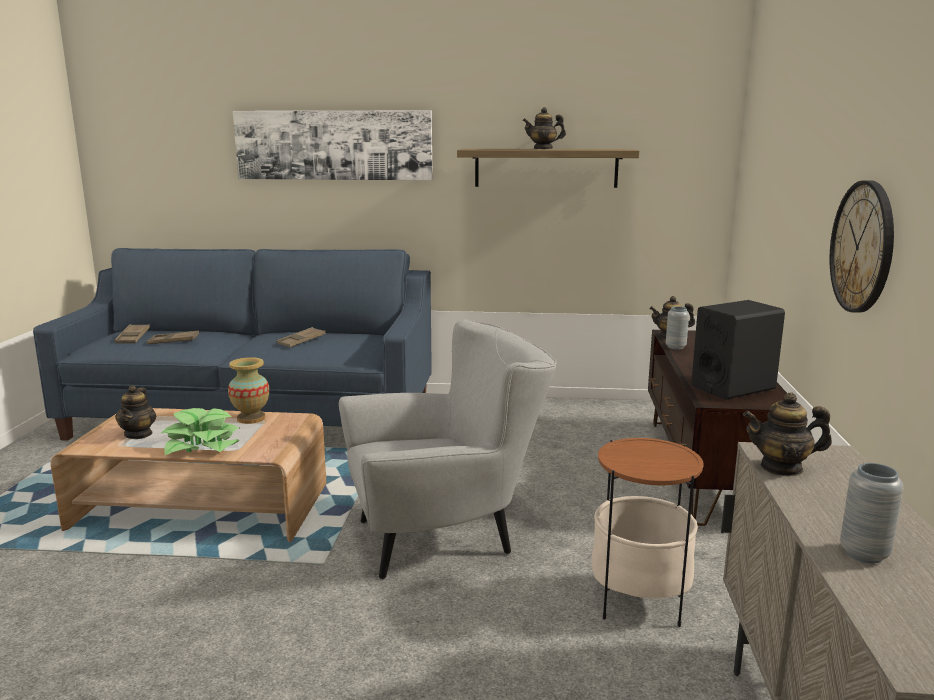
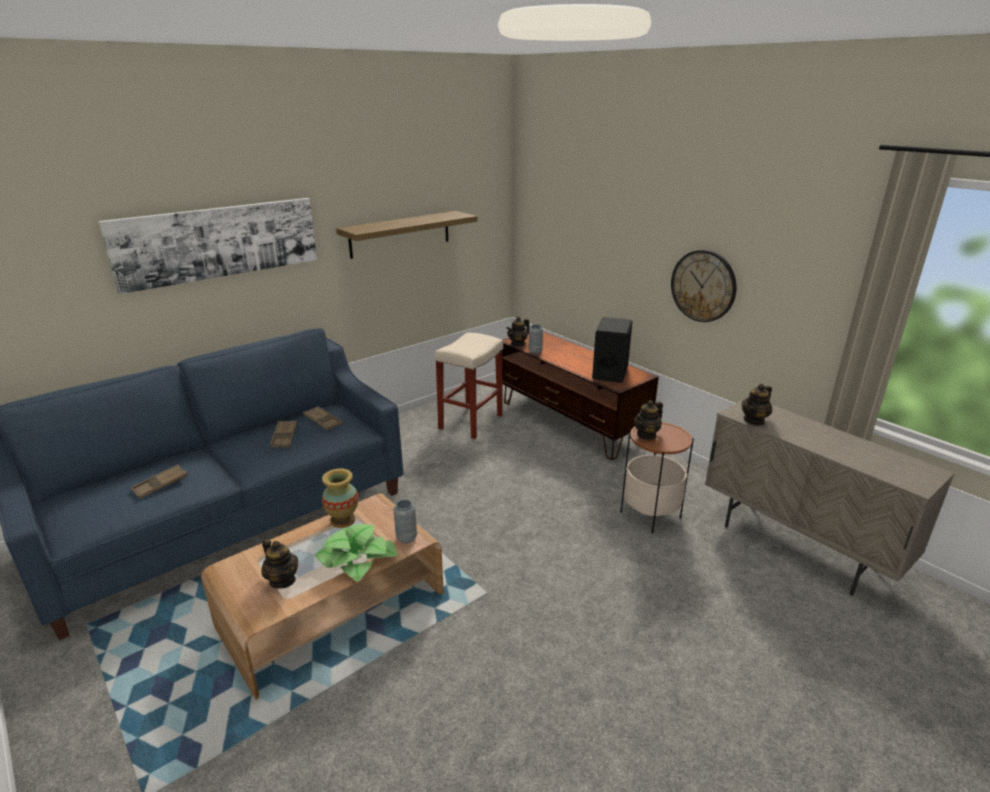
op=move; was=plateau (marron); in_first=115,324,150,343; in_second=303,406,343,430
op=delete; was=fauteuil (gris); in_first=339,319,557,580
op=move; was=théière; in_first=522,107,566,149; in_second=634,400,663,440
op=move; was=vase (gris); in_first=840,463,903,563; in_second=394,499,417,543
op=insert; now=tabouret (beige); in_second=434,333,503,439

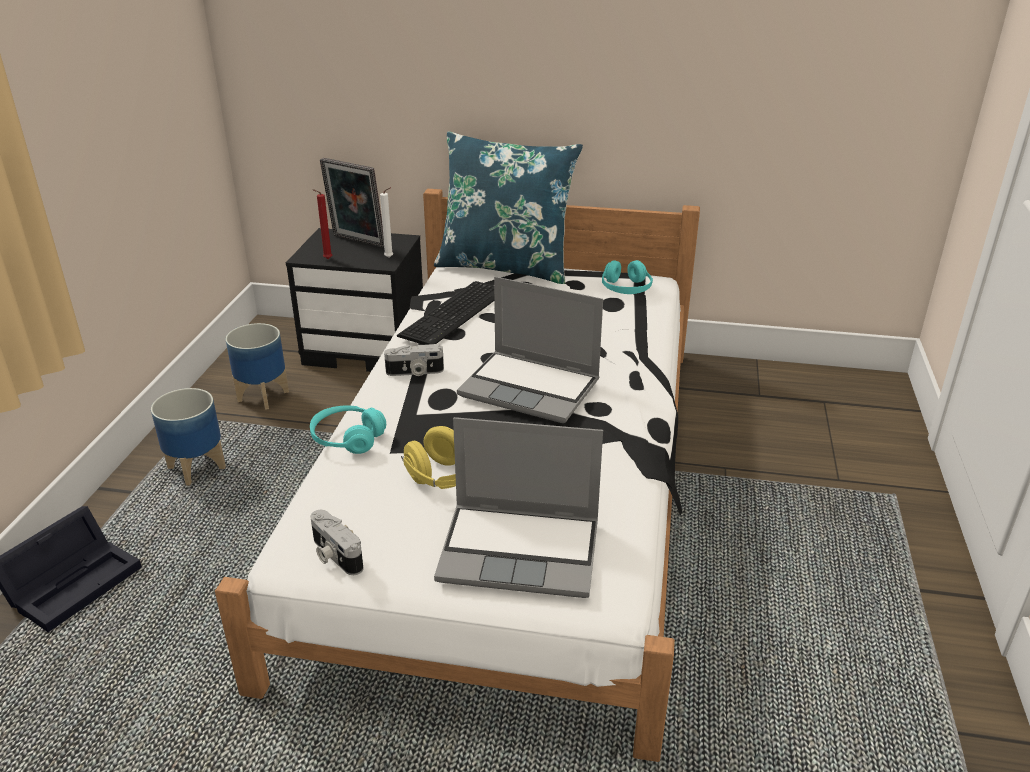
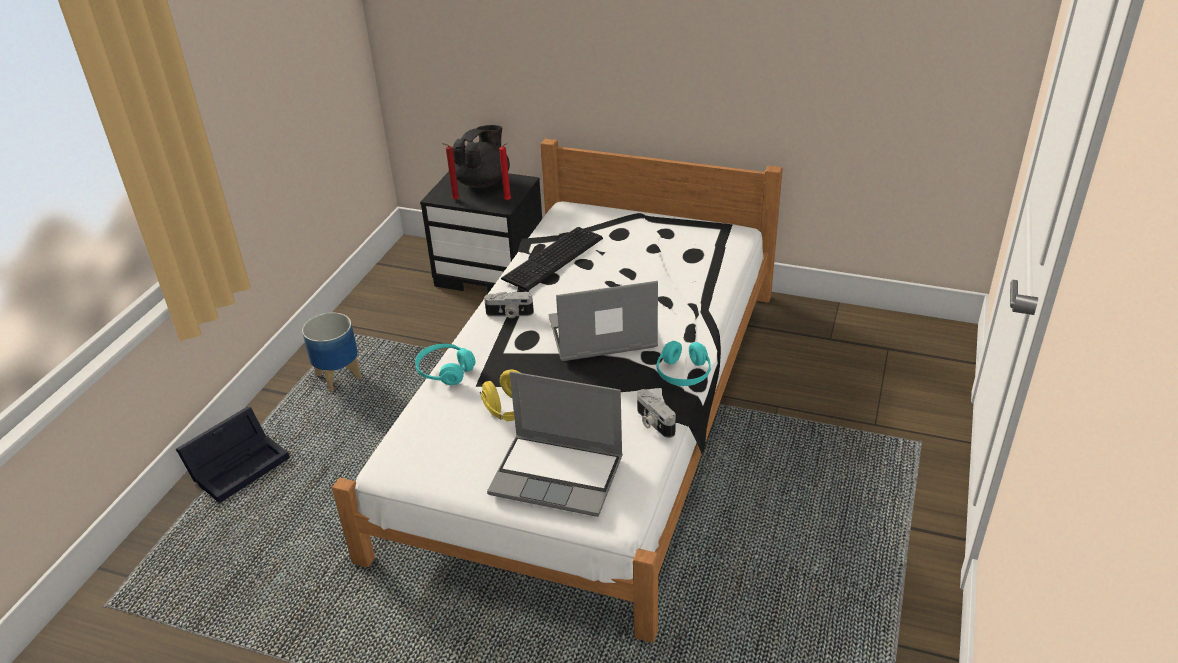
op=delete; was=cache-pot; in_first=226,323,289,410
op=move; was=appareil photo; in_first=310,510,364,575; in_second=637,389,676,438
op=replace; was=cadre photo; now=théière (noir); in_first=320,158,384,247; in_second=453,125,510,188
op=recolor; was=bougie (blanc); now=bougie (rouge); in_first=380,188,393,258; in_second=499,143,511,201
op=delete; was=coussin (bleu); in_first=434,131,583,284
op=rotate; was=ordinateur portable; in_first=457,277,603,423; in_second=549,281,658,361; clockwise=135
op=move; was=casque audio (turquoise); in_first=602,260,653,294; in_second=656,341,711,386

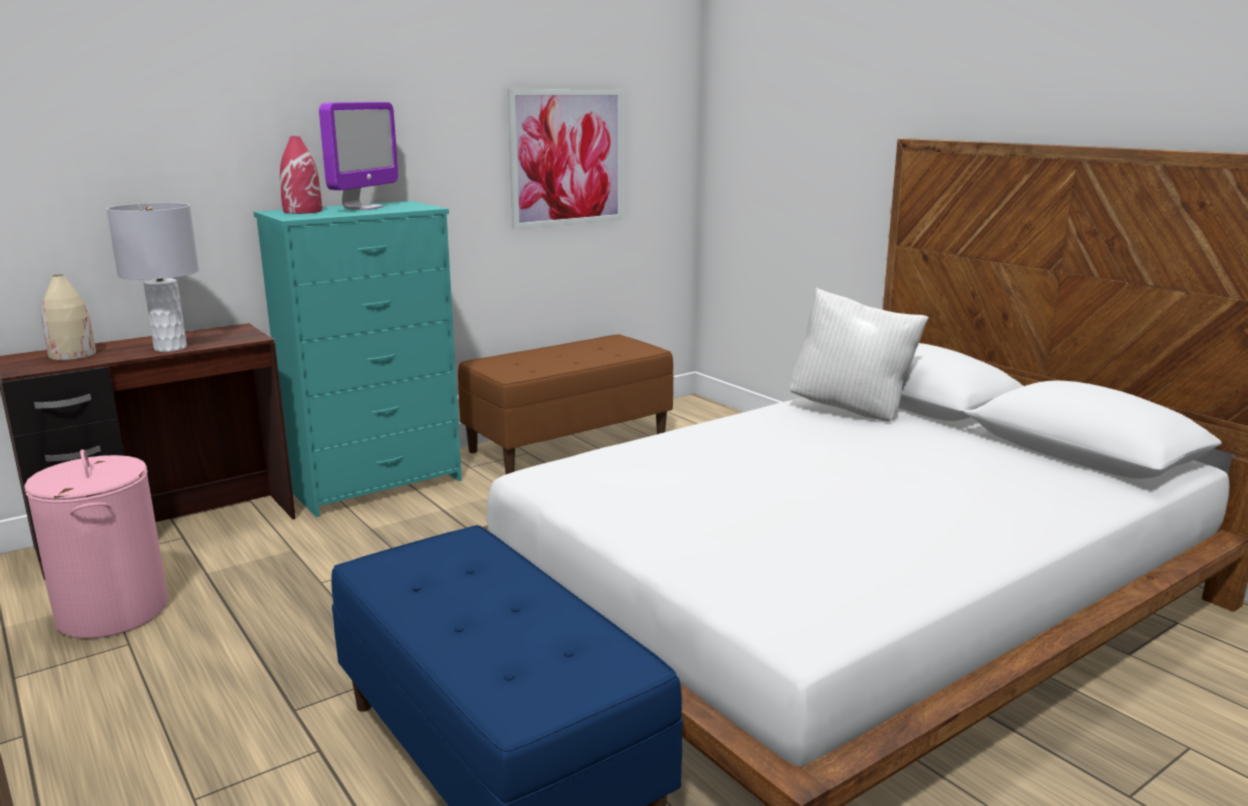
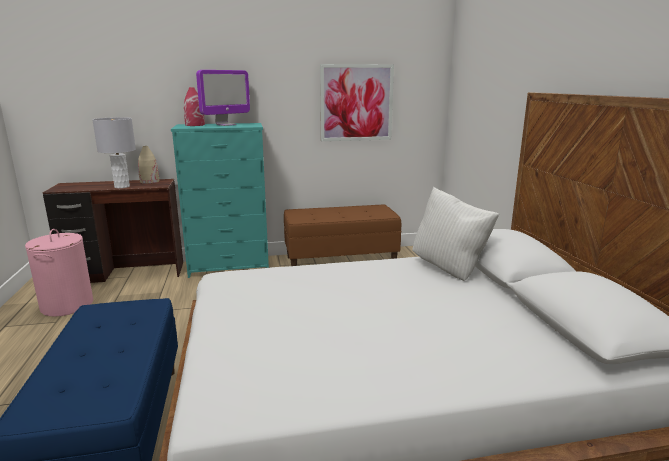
op=move; was=vase (beige); in_first=42,275,96,360; in_second=138,146,160,184

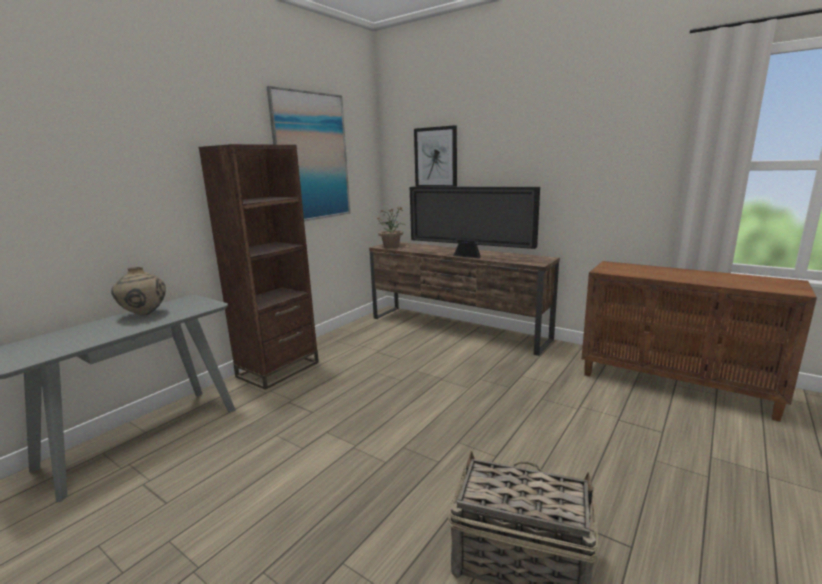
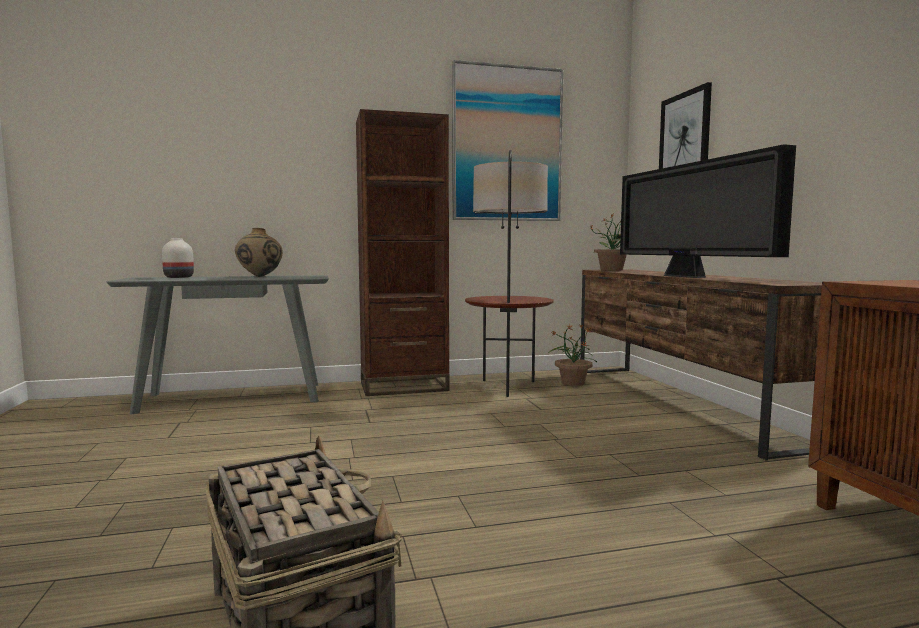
op=insert; now=vase (blanc); in_second=162,238,194,278
op=insert; now=lampadaire; in_second=465,150,554,397
op=insert; now=plante en pot; in_second=548,324,597,386

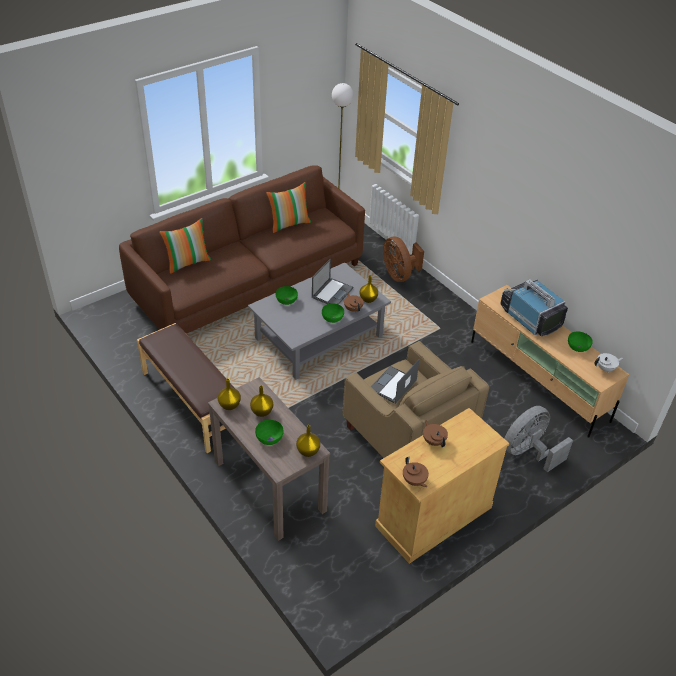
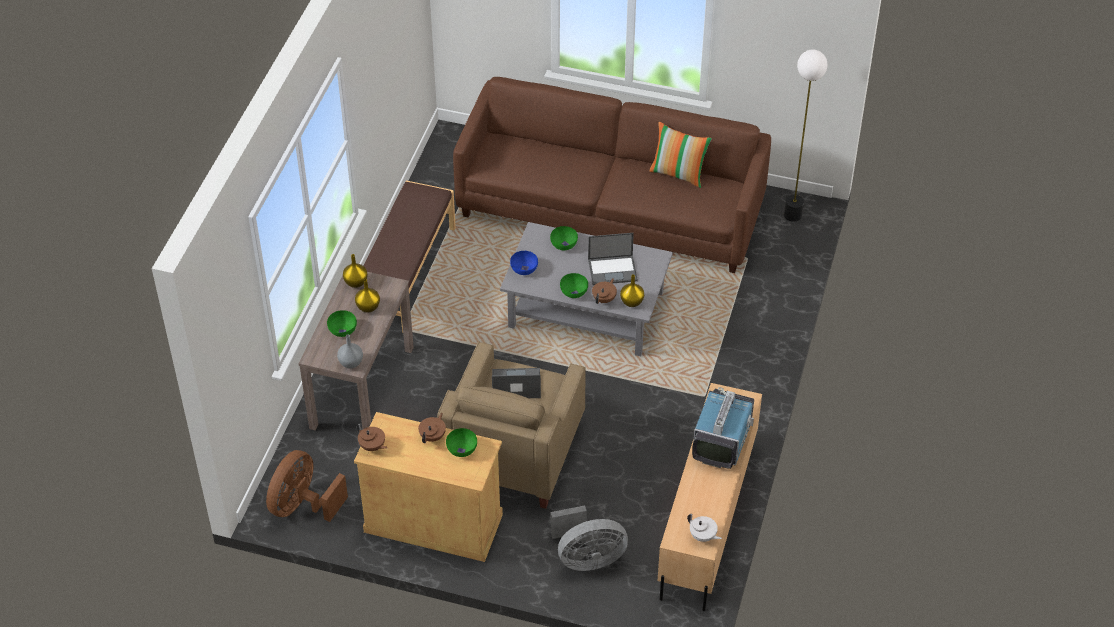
op=delete; was=coussin; in_first=160,218,211,274
op=recolor; was=vase (jaune); now=vase (gris); in_first=296,425,320,457; in_second=337,335,363,369
op=move; was=ventilateur (marron); in_first=383,237,424,282; in_second=266,450,348,522
op=rotate; was=théière (marron); in_first=403,457,429,487; in_second=357,424,388,451; clockwise=-75
op=rotate; was=ventilateur (gris); in_first=504,406,573,472; in_second=551,505,628,571; clockwise=150
op=move; was=bol (vert); in_first=568,331,593,352; in_second=446,428,477,457
op=insert; now=bol (bleu); in_second=510,251,538,275

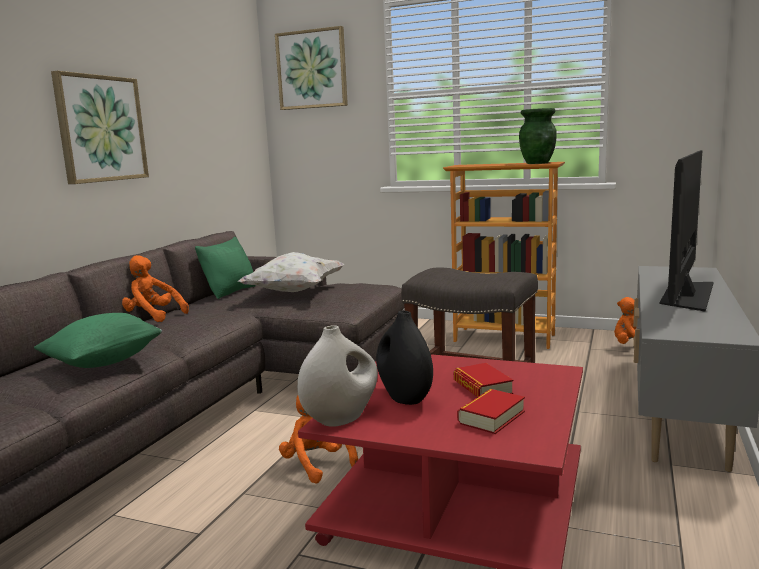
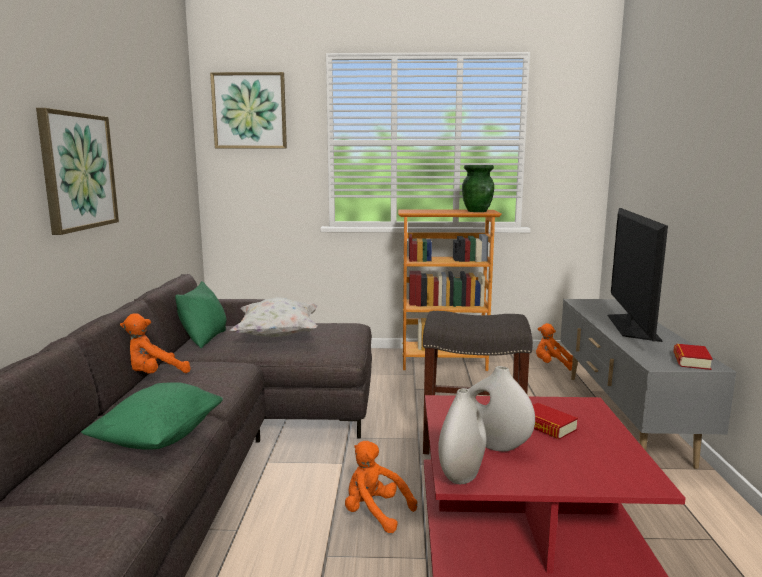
op=rotate; was=peluche (orange); in_first=122,255,189,322; in_second=120,313,191,374; clockwise=-45
op=recolor; was=vase (noir); now=vase (blanc); in_first=376,310,433,405; in_second=468,366,535,452
op=move; was=livre; in_first=457,389,525,434; in_second=673,344,713,370

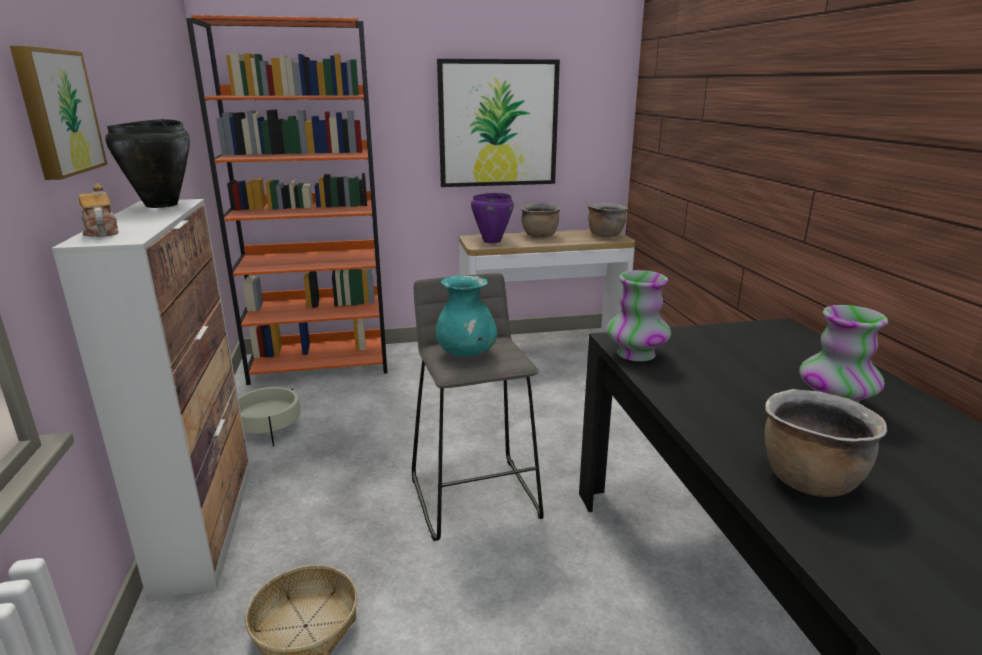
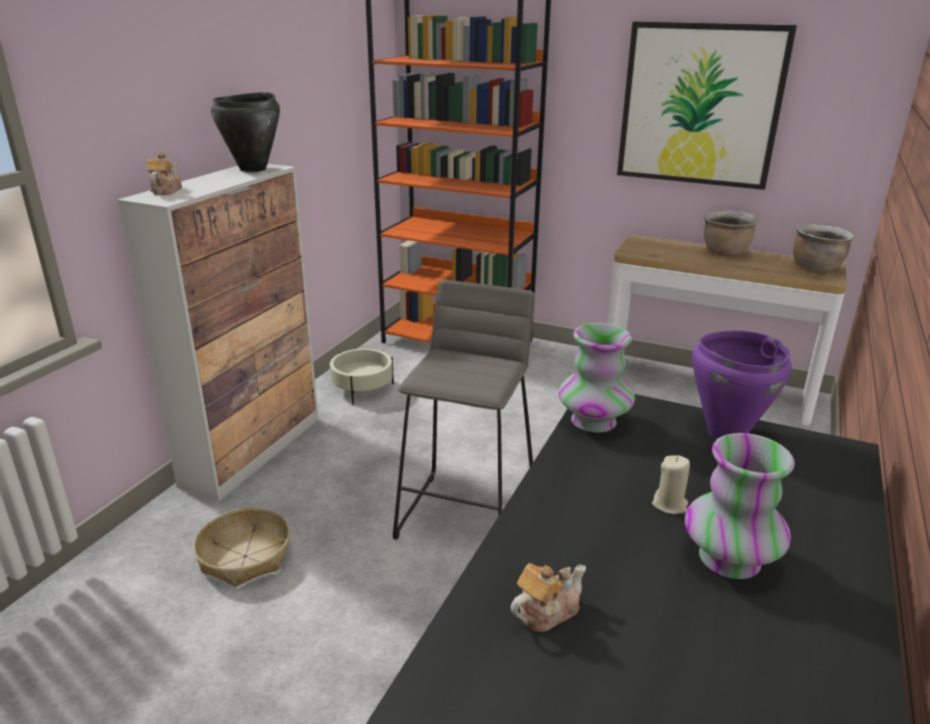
op=delete; was=tableau; in_first=10,46,107,180
op=delete; was=vase (turquoise); in_first=435,275,498,357
op=move; was=marmite (violet); in_first=471,193,514,244; in_second=692,331,792,439
op=replace; was=marmite (marron); now=théière; in_first=765,389,887,497; in_second=510,563,586,632
op=insert; now=bougie (beige); in_second=652,455,690,514

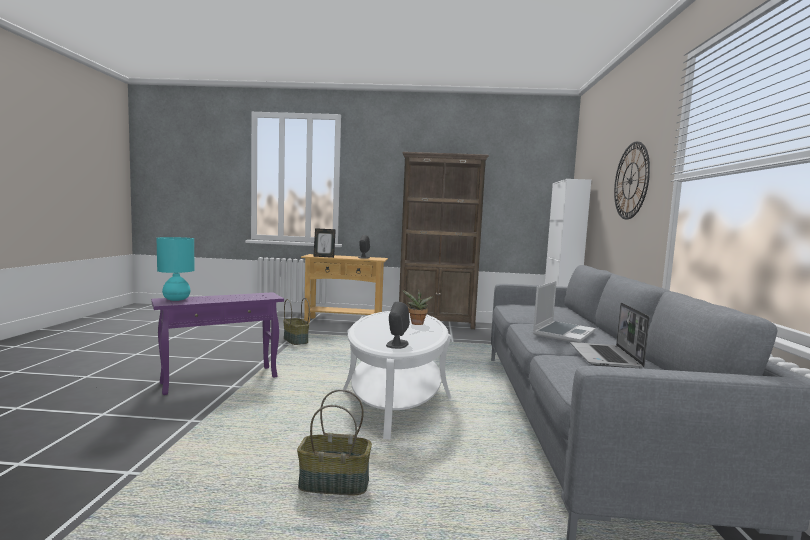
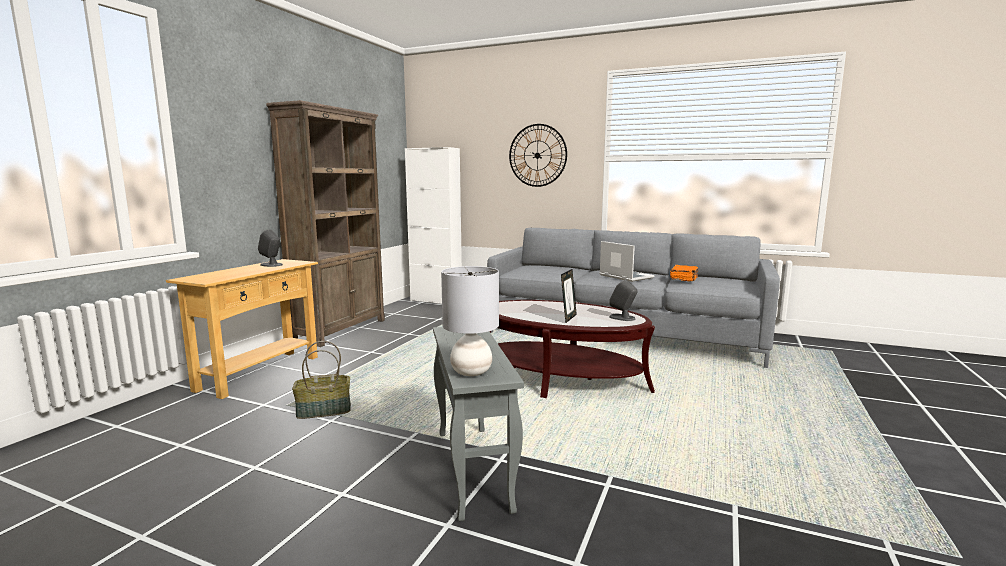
op=recolor; was=table d'appoint (violet); now=table d'appoint (gris); in_first=151,292,284,395; in_second=433,327,524,521
op=recolor; was=lampe de table (turquoise); now=lampe de table (gris); in_first=157,237,195,301; in_second=441,266,499,376
op=delete; was=panier; in_first=297,389,372,495
op=move; was=cadre photo; in_first=313,228,336,258; in_second=561,269,577,323
op=recolor; was=table basse (blanc); now=table basse (marron); in_first=342,311,451,439; in_second=489,300,655,398
op=delete; was=plante en pot; in_first=402,289,433,325
op=replace; was=ordinateur portable; now=livre (orange); in_first=570,303,650,369; in_second=670,265,698,281

